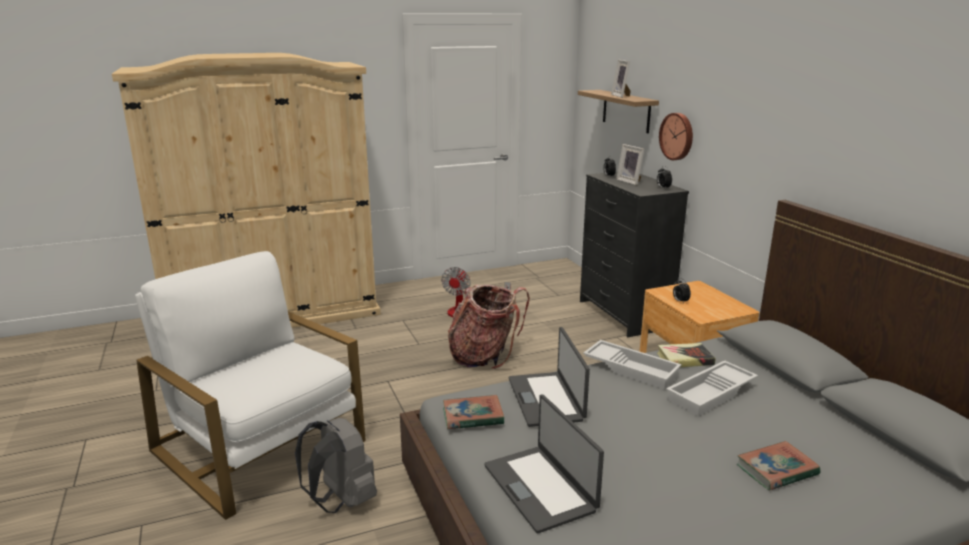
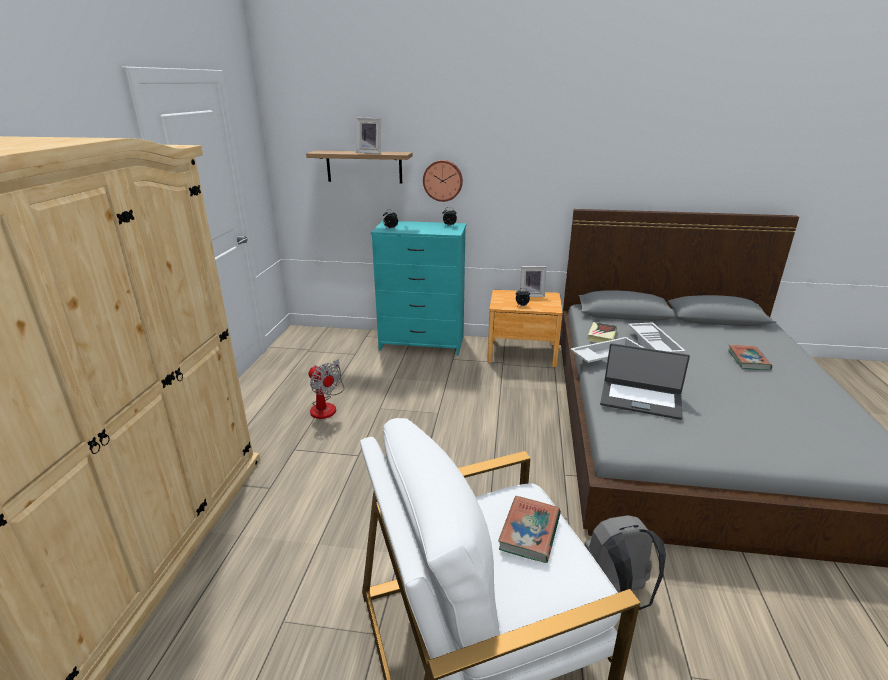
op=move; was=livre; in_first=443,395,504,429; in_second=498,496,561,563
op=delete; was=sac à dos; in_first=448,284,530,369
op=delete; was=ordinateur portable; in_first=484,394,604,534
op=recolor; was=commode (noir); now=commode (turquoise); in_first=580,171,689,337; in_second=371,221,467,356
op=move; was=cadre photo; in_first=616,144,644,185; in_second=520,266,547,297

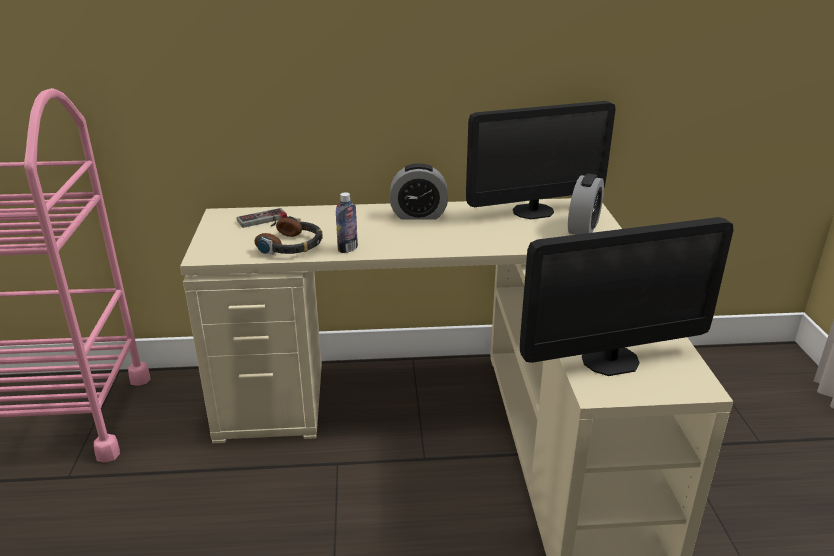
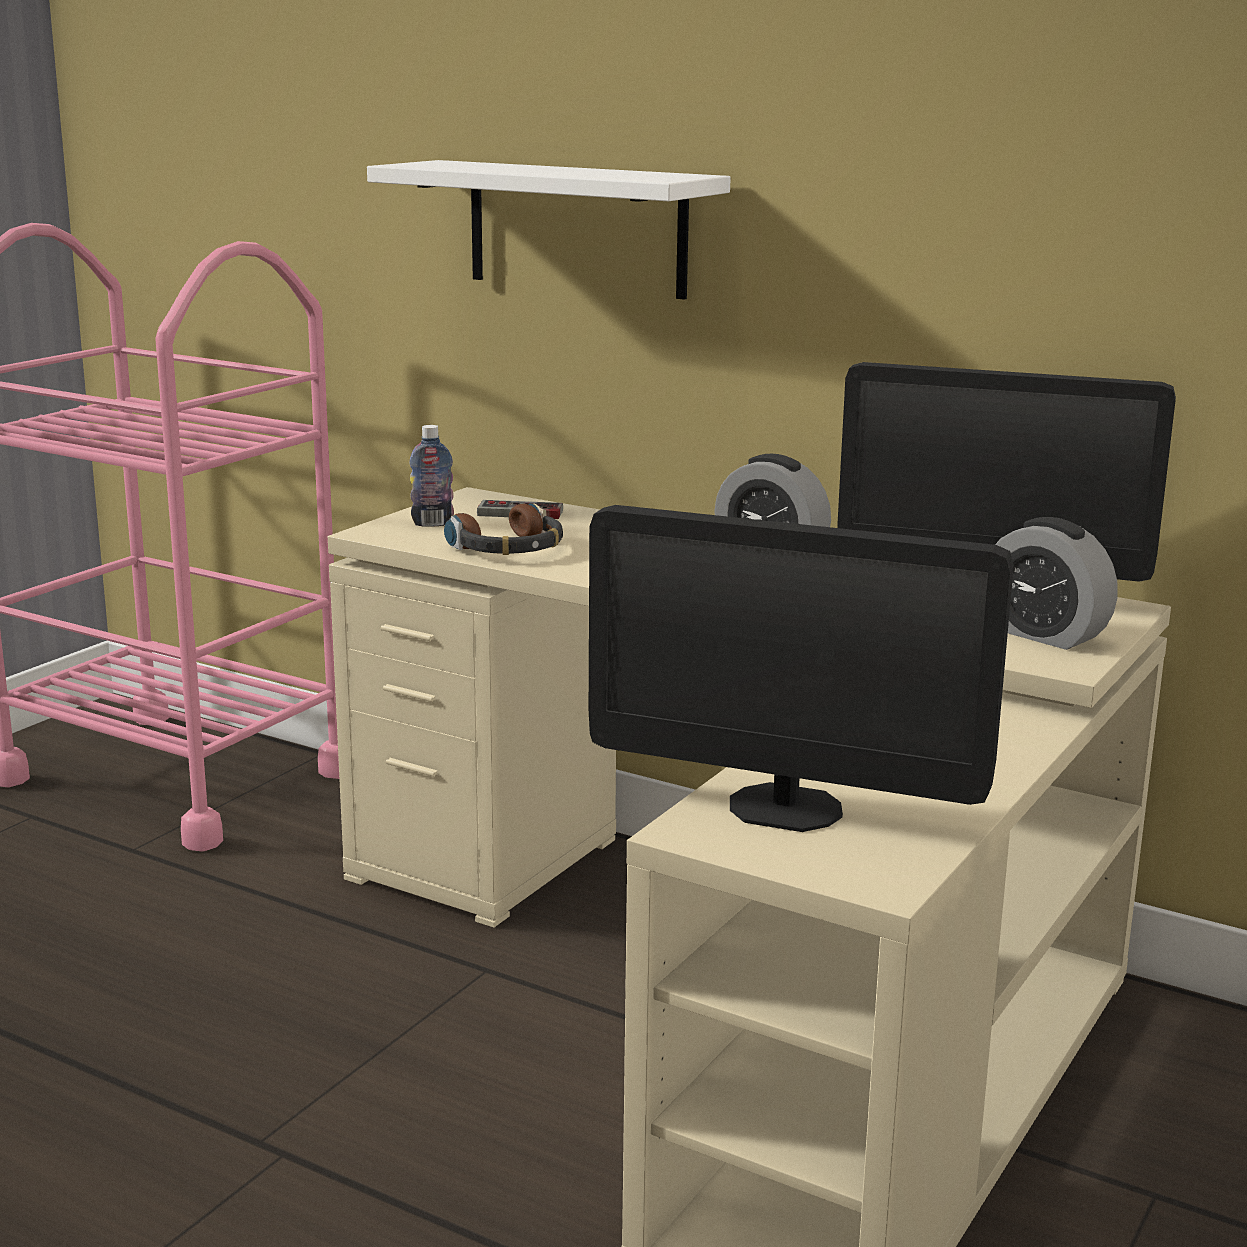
op=move; was=bouteille; in_first=336,192,358,253; in_second=409,425,454,527
op=rotate; was=réveil; in_first=568,174,604,235; in_second=995,517,1118,650; clockwise=75
op=insert; now=étagère (blanc); in_second=367,160,731,300

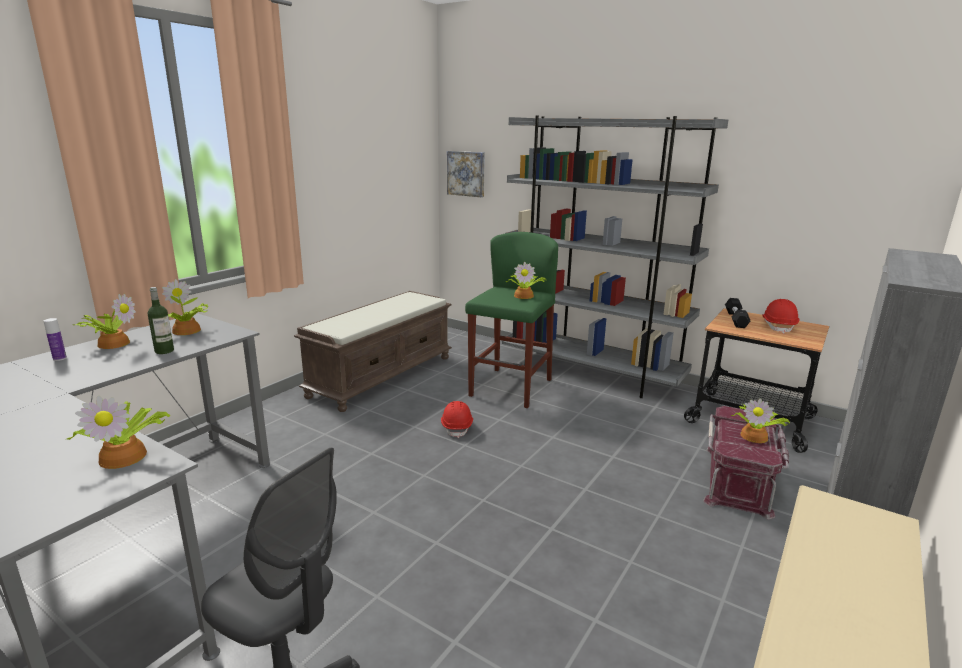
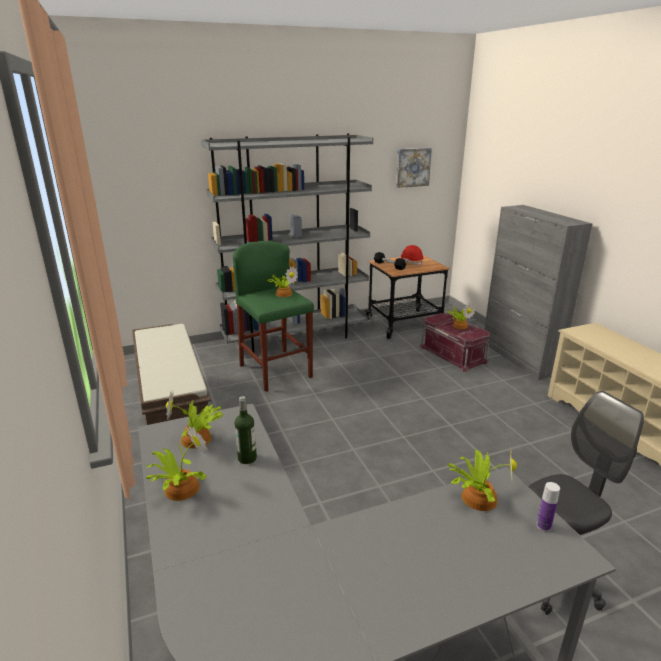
op=move; was=bouteille; in_first=44,318,67,361; in_second=536,482,560,531
op=delete; was=casque de chantier (rouge); in_first=441,401,473,438
op=move; was=tableau; in_first=447,151,485,197; in_second=396,148,432,188

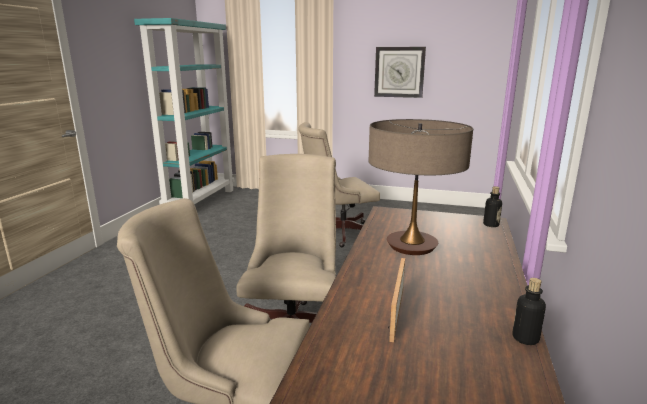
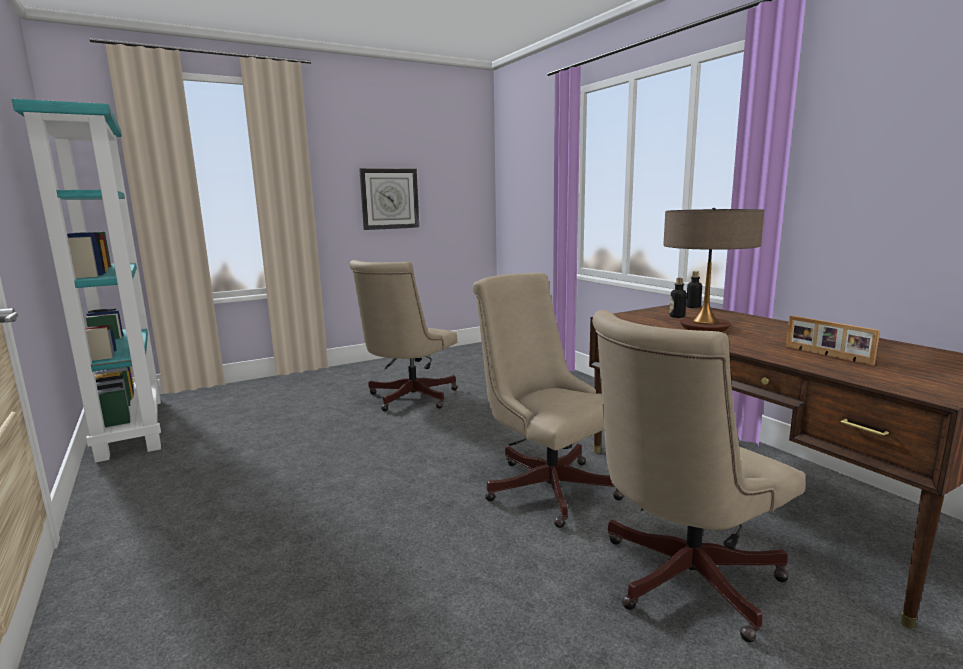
op=move; was=bouteille; in_first=512,278,546,345; in_second=669,278,687,318

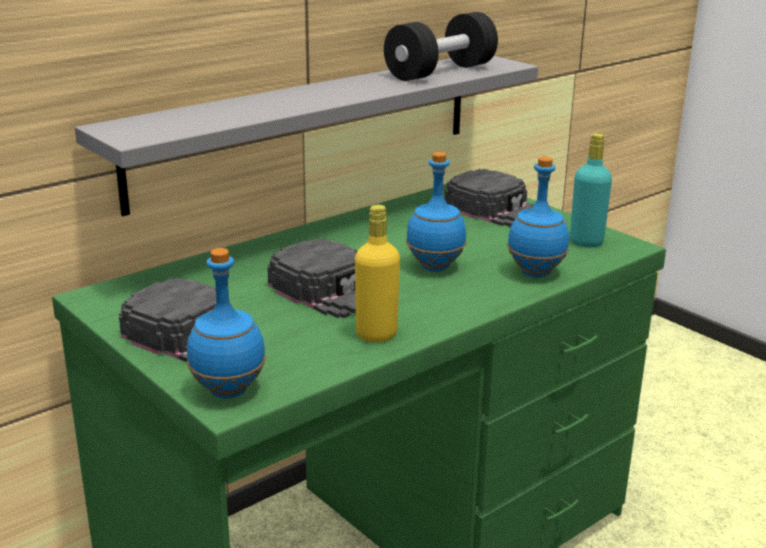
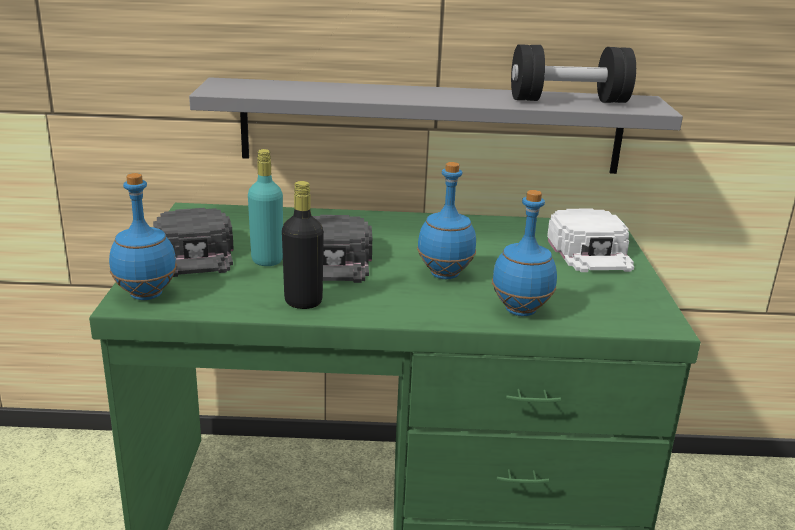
op=recolor; was=bouteille (jaune); now=bouteille (noir); in_first=355,205,400,342; in_second=282,181,324,309
op=recolor; was=casquette (noir); now=casquette (blanc); in_first=444,169,533,227; in_second=547,209,634,272
op=move; was=bouteille (turquoise); in_first=570,133,612,247; in_second=248,149,283,266

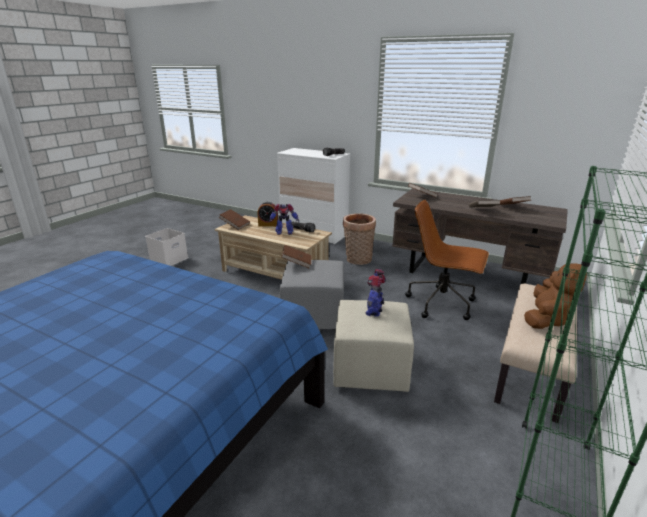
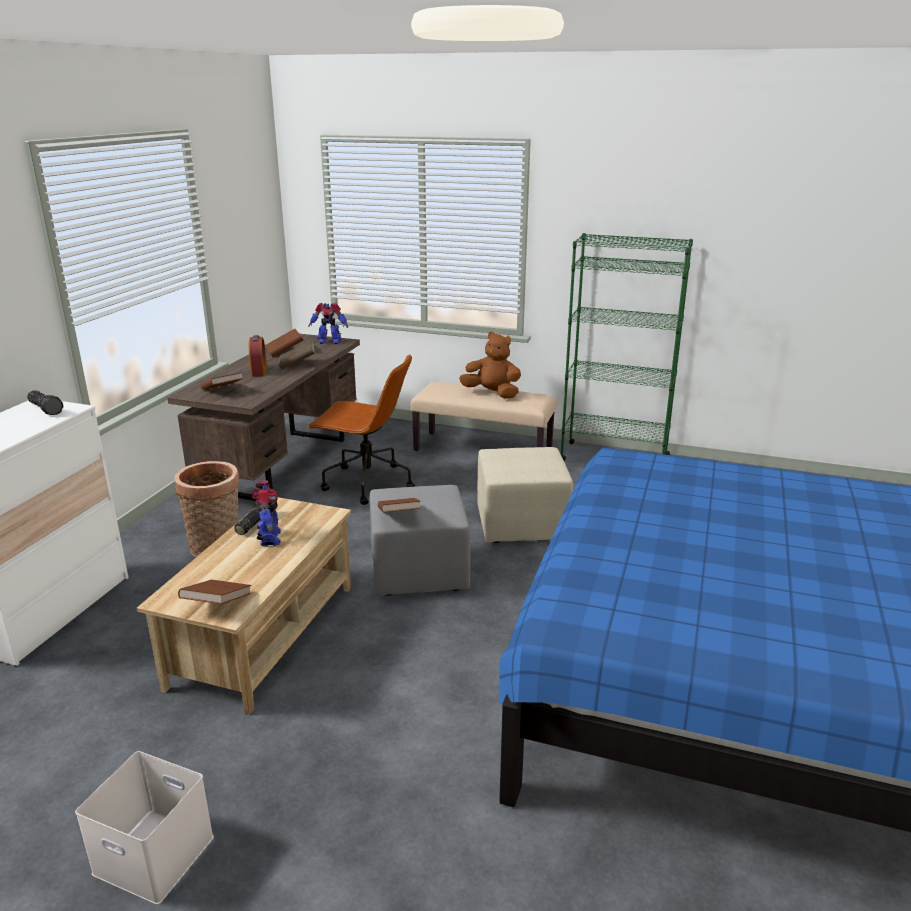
op=move; was=réveil; in_first=257,202,278,227; in_second=249,335,267,377
op=move; was=robot jouet; in_first=366,269,386,317; in_second=308,303,348,344
op=rotate; was=chaise de bureau (marron); in_first=405,200,489,320; in_second=307,354,415,505; clockwise=-90

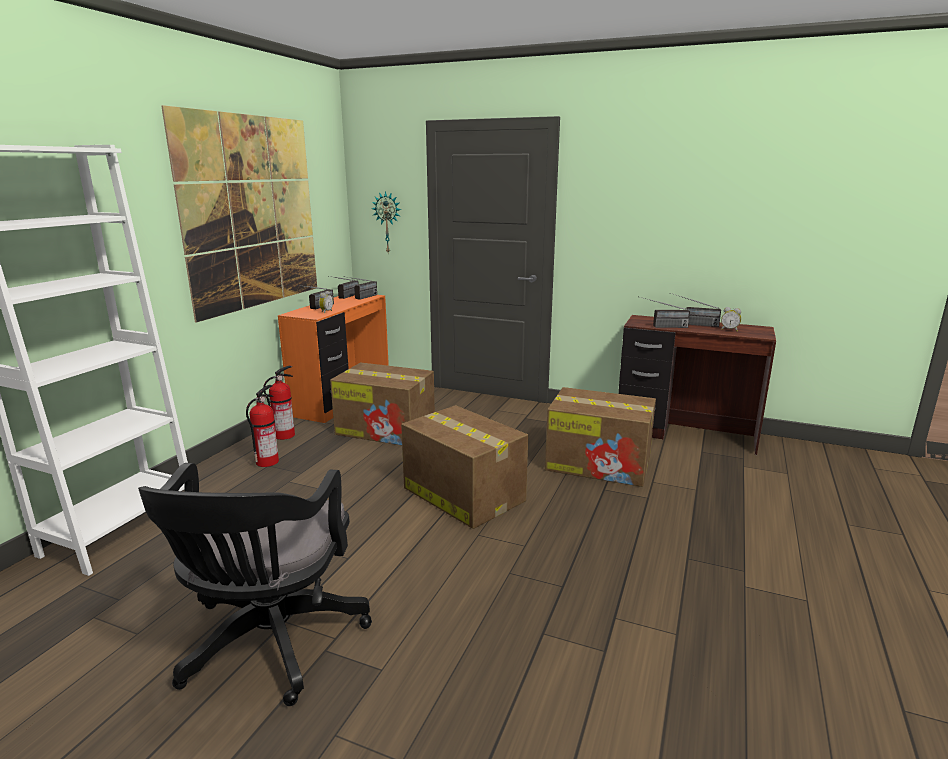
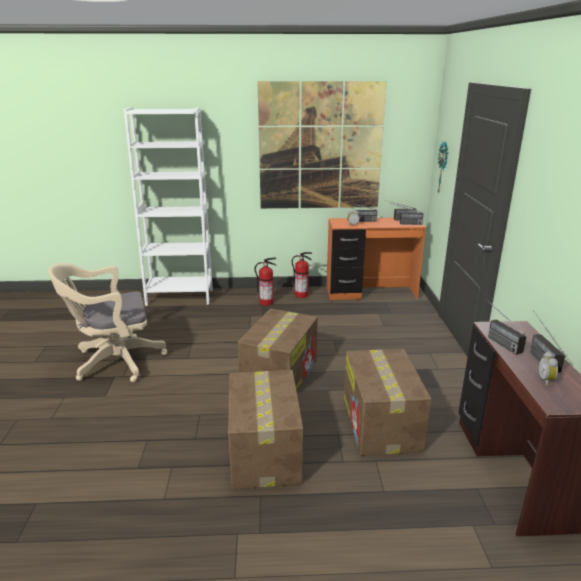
op=recolor; was=chaise de bureau (noir); now=chaise de bureau (beige); in_first=138,463,372,706; in_second=48,263,168,382
op=move; was=carton; in_first=330,362,435,445; in_second=228,370,303,489

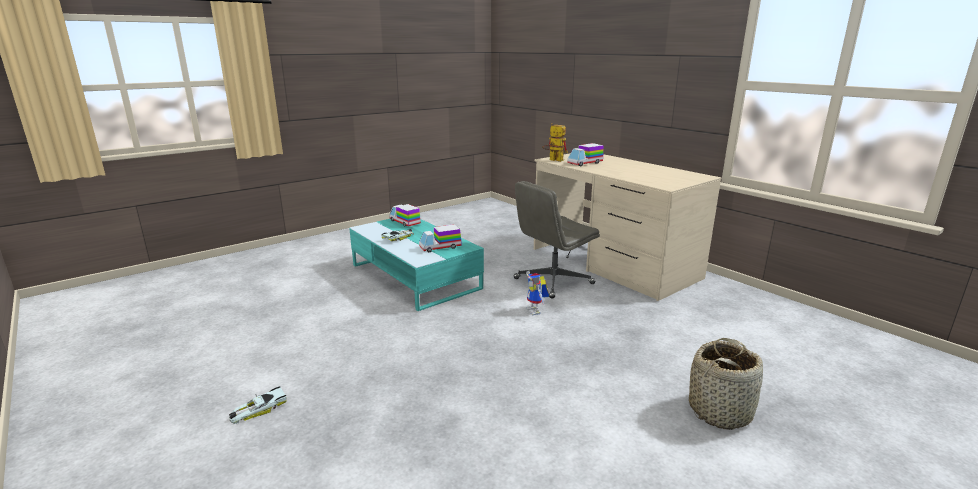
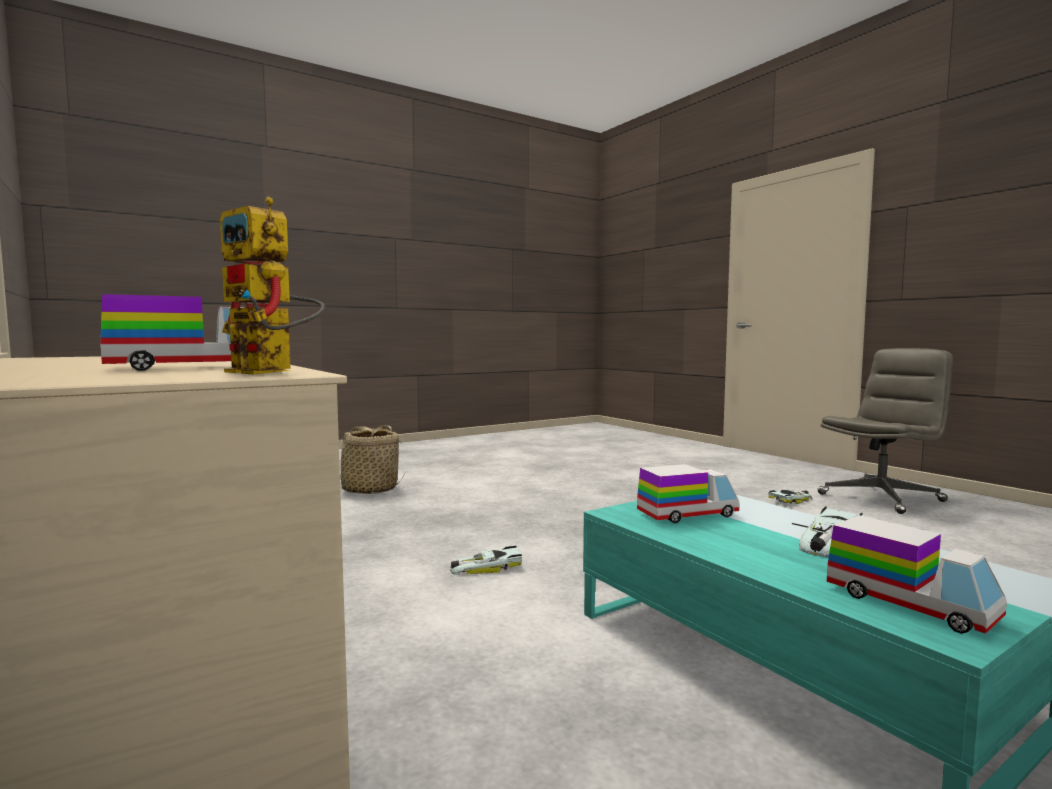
op=move; was=chaise de bureau (gris); in_first=514,181,600,299; in_second=818,348,953,514
op=replace; was=robot jouet; now=petite voiture; in_first=526,271,549,315; in_second=450,546,522,575

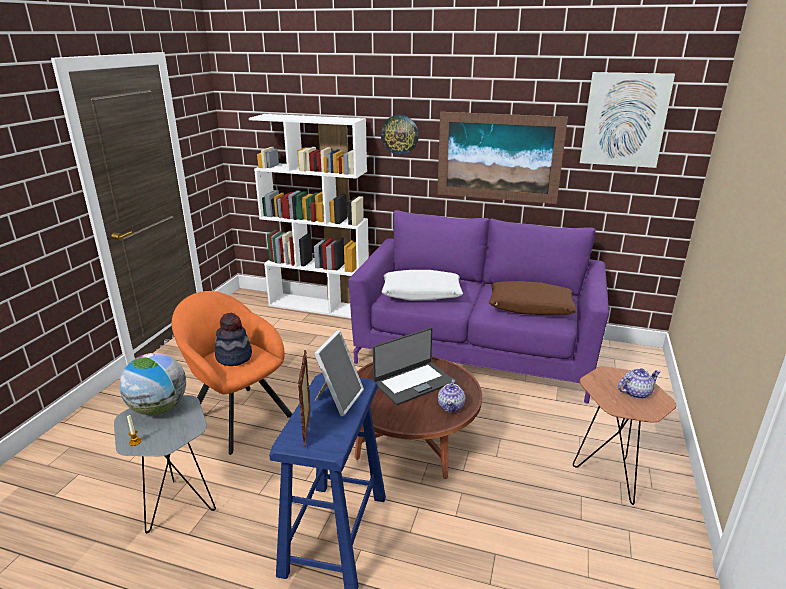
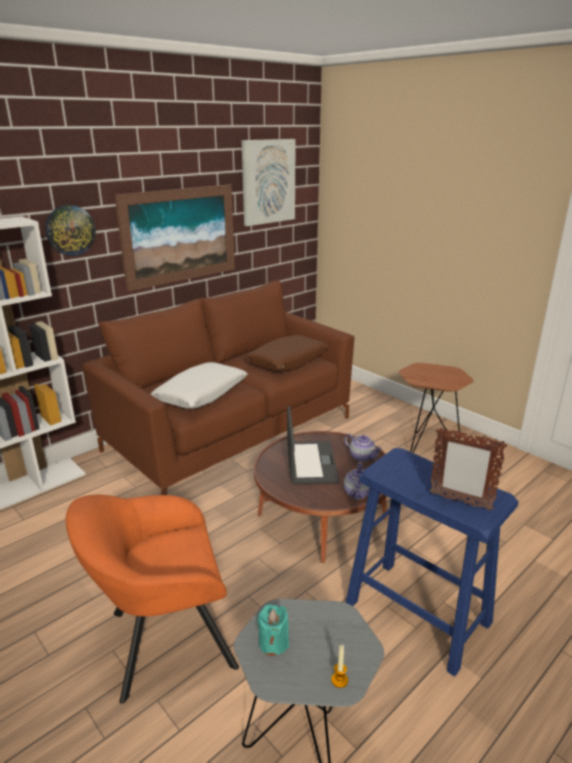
op=replace; was=globe; now=bougie (turquoise); in_first=119,353,186,415; in_second=257,604,289,656
op=delete; was=chapeau; in_first=215,313,252,366
op=delete; was=cadre photo; in_first=314,330,364,416
op=recolor; was=canapé (violet); now=canapé (marron); in_first=348,210,609,404; in_second=82,280,355,495
op=move; was=théière; in_first=618,368,661,399; in_second=344,463,370,500

